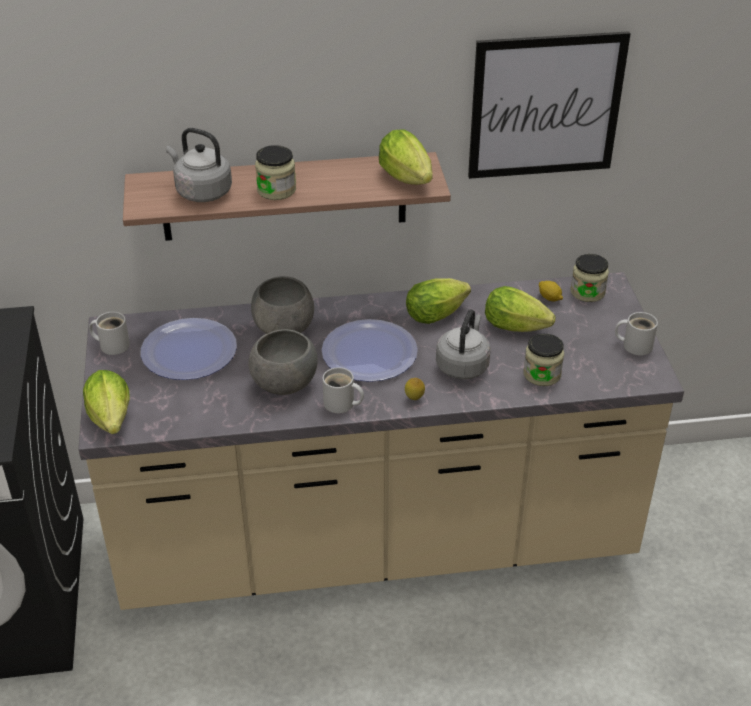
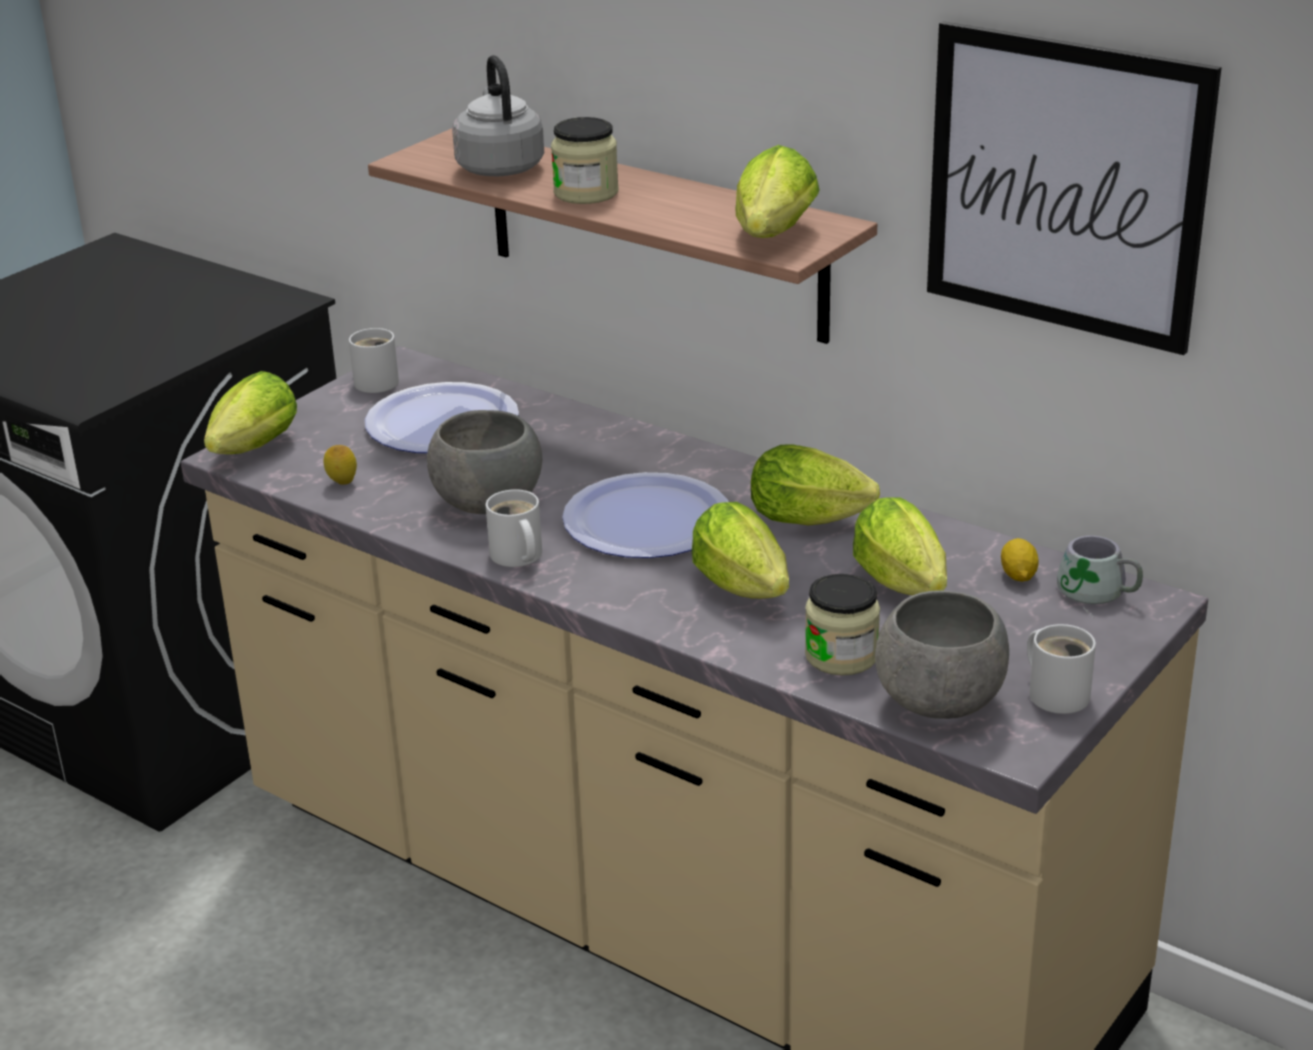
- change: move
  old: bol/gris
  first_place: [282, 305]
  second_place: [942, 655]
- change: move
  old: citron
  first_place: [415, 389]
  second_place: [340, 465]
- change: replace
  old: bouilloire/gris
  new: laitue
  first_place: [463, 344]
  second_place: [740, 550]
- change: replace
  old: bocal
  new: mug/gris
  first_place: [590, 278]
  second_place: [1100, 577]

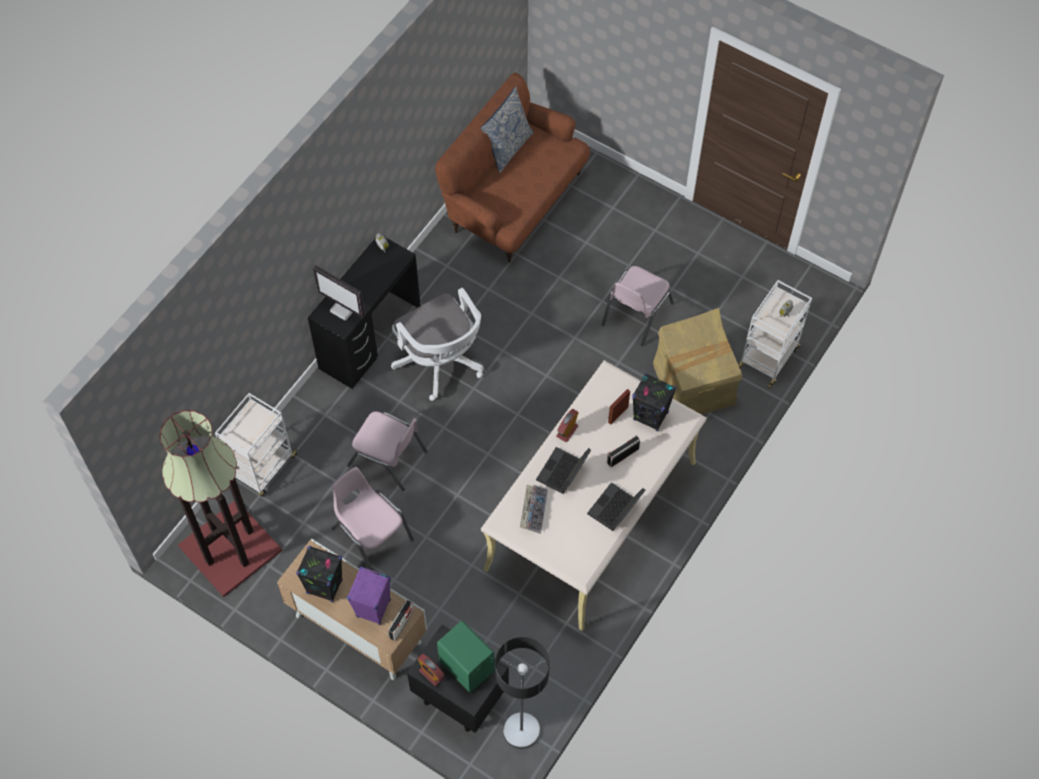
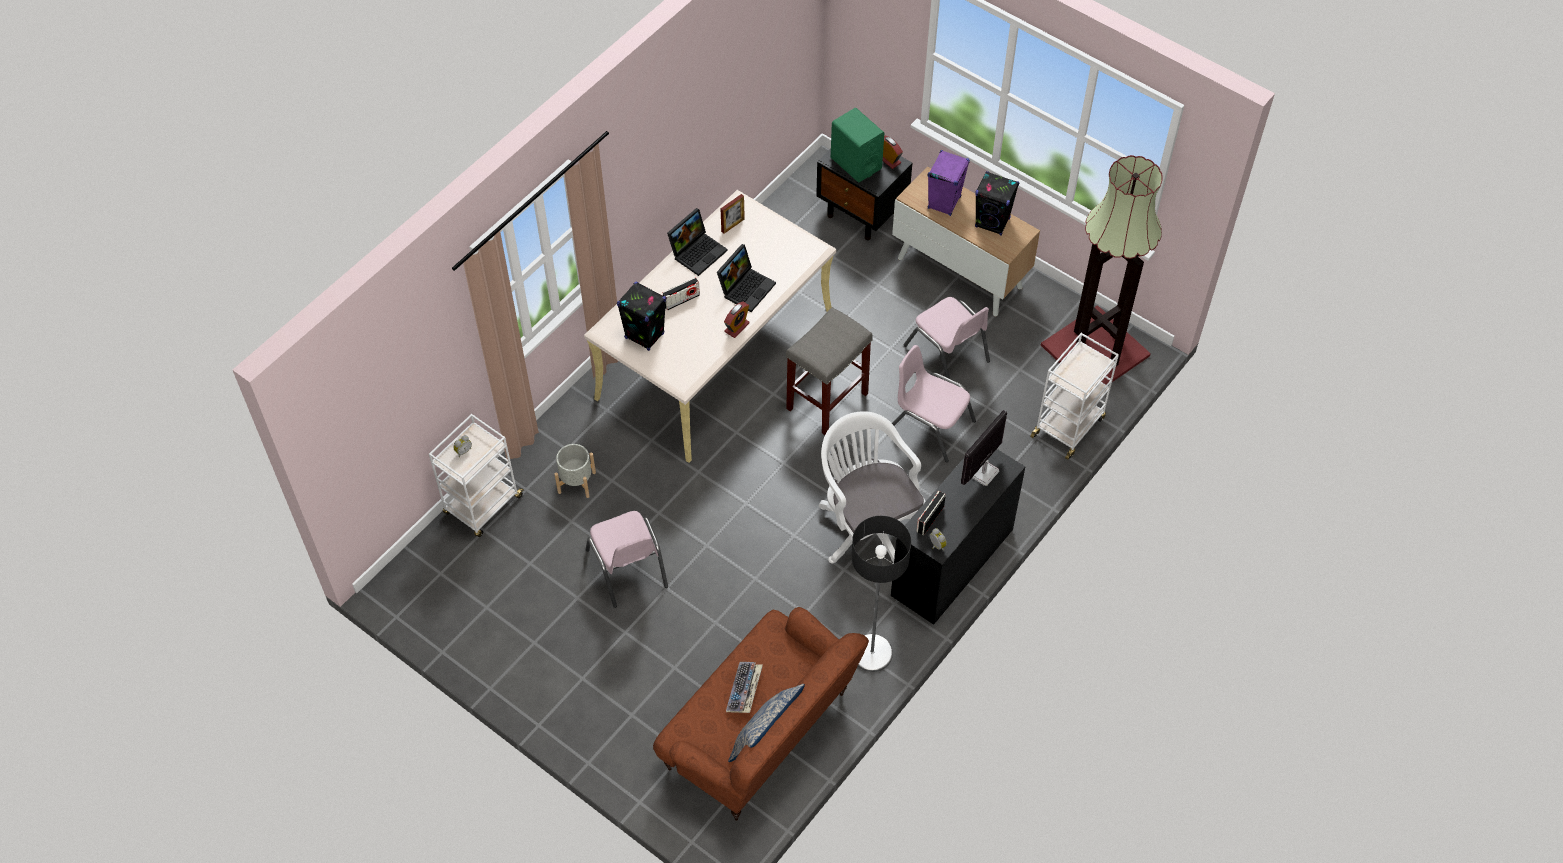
- change: rotate
  old: écran d'ordinateur
  first_place: [339, 293]
  second_place: [984, 448]
  degrees: -90
- change: move
  old: radio
  first_place: [401, 620]
  second_place: [931, 513]
- change: move
  old: lampadaire
  first_place: [522, 693]
  second_place: [881, 594]
- change: move
  old: clavier
  first_place: [534, 509]
  second_place: [744, 687]
- change: rotate
  old: chaise/rose
  first_place: [638, 306]
  second_place: [627, 559]
  degrees: 120
- change: move
  old: cadre photo
  first_place: [619, 407]
  second_place: [732, 214]
- change: replace
  old: carton
  new: cache-pot/gris
  first_place: [697, 361]
  second_place: [575, 471]
- change: insert
  new: tabouret/gris
  second_place: [829, 371]

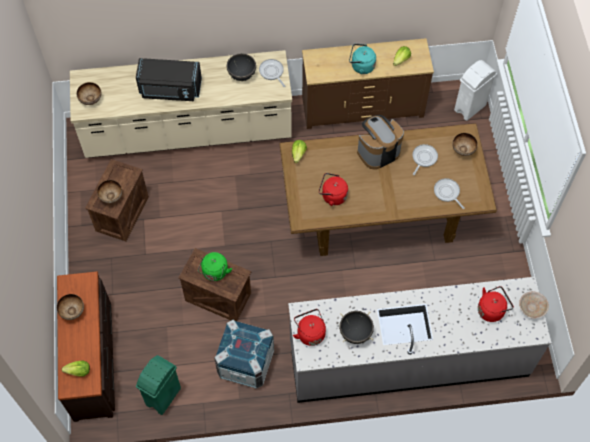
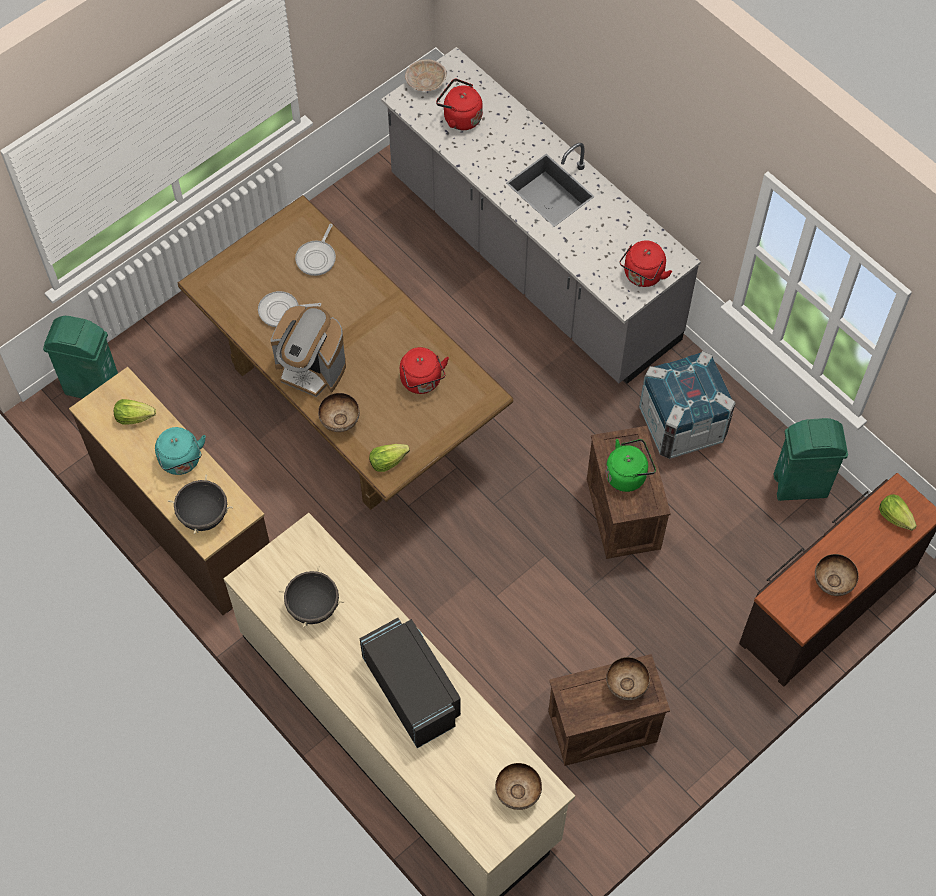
- change: delete
  old: poêle
  first_place: [272, 73]
- change: move
  old: marmite/noir
  first_place: [356, 327]
  second_place: [200, 504]
- change: move
  old: bol
  first_place: [465, 144]
  second_place: [339, 412]
- change: recolor
  old: poubelle/blanc
  new: poubelle/vert
  first_place: [475, 90]
  second_place: [80, 357]

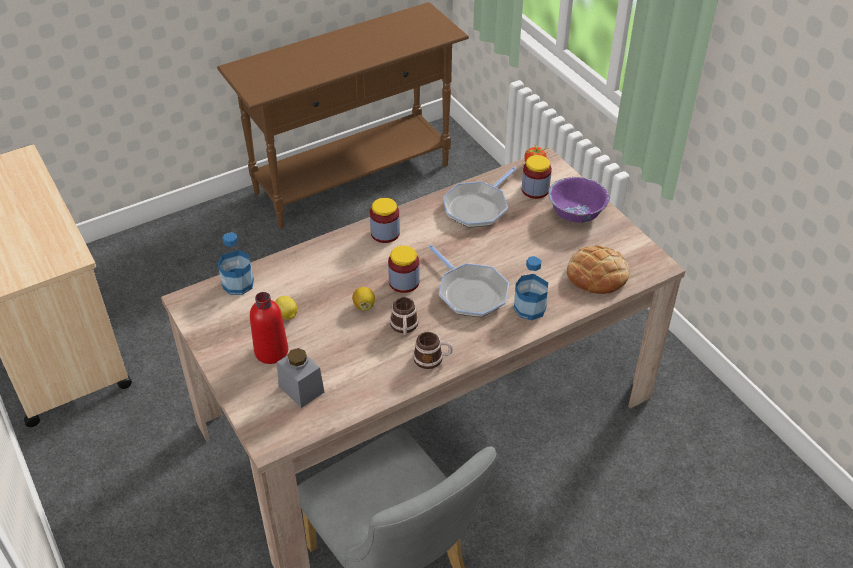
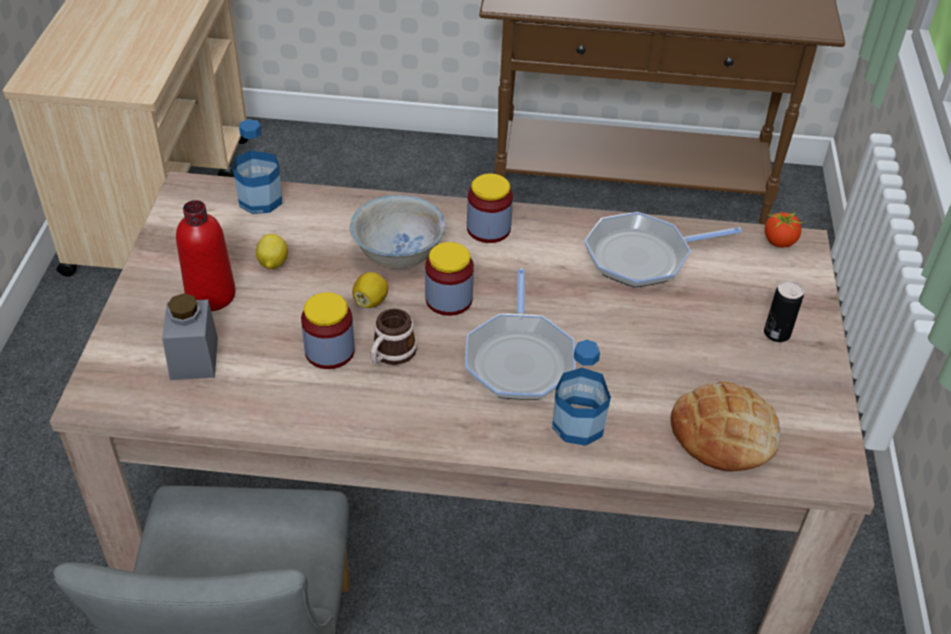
- change: delete
  old: mug
  first_place: [433, 350]
- change: move
  old: bocal
  first_place: [537, 177]
  second_place: [328, 330]
- change: replace
  old: bol/violet
  new: boîte métallique
  first_place: [578, 200]
  second_place: [784, 311]
- change: insert
  new: bol/blanc
  second_place: [398, 231]

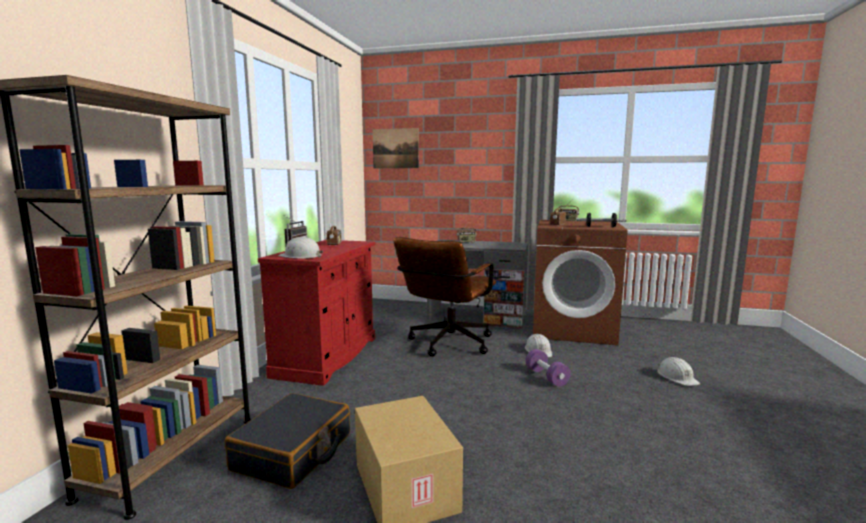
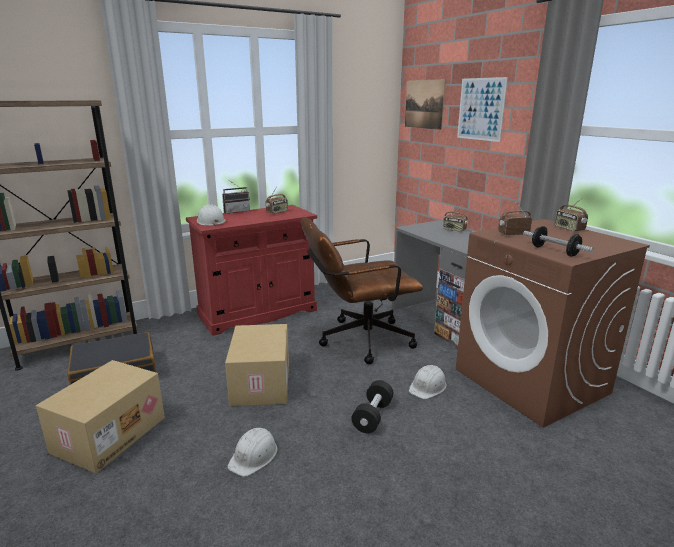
- change: recolor
  old: haltère/violet
  new: haltère/noir
  first_place: [548, 368]
  second_place: [372, 406]
- change: move
  old: casque de chantier/blanc
  first_place: [678, 371]
  second_place: [252, 452]
- change: insert
  new: carton
  second_place: [257, 365]
- change: insert
  new: tableau
  second_place: [482, 109]

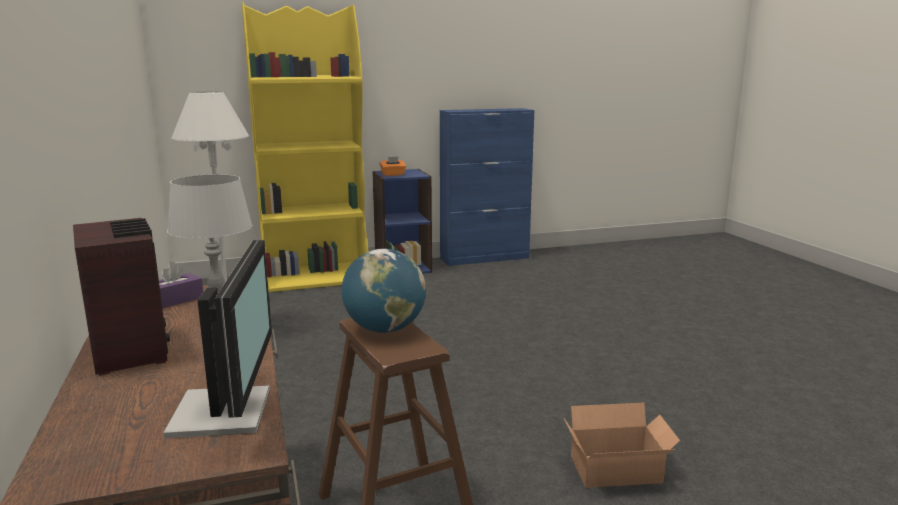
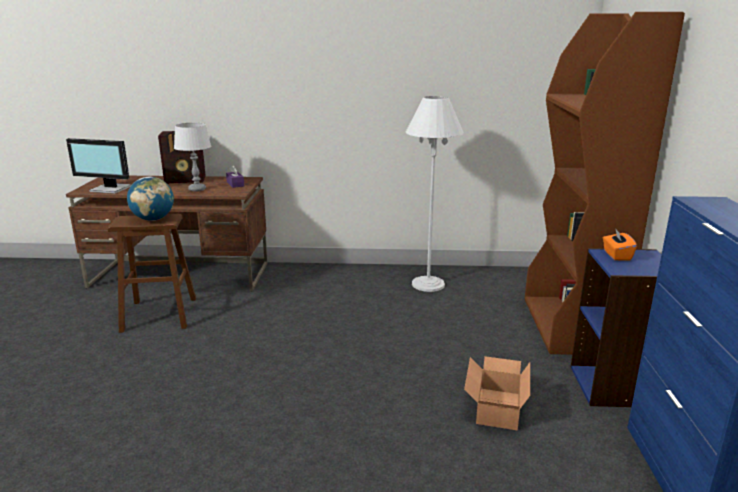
- change: recolor
  old: bibliothèque/jaune
  new: bibliothèque/marron
  first_place: [305, 147]
  second_place: [604, 183]
- change: move
  old: carton
  first_place: [622, 445]
  second_place: [497, 393]

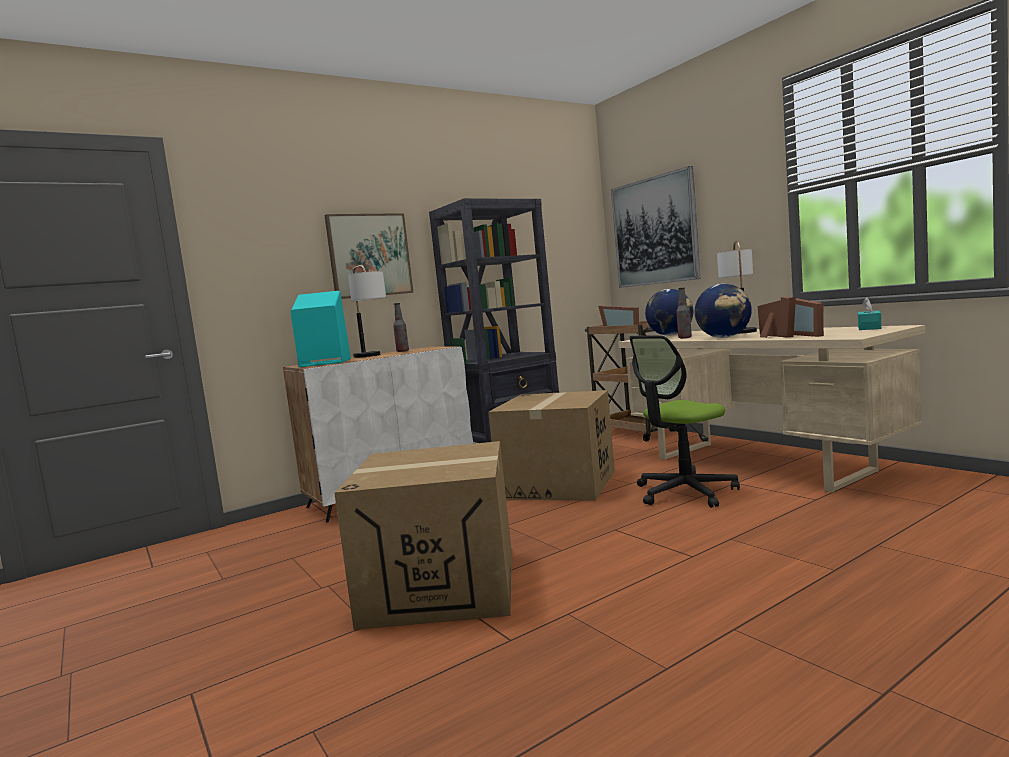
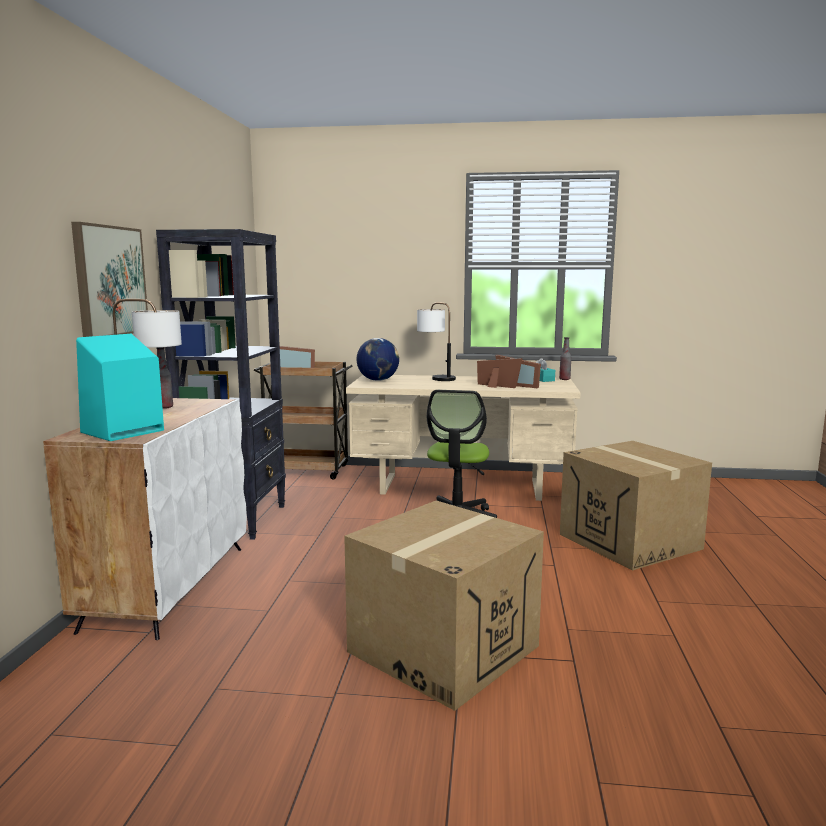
- change: move
  old: carton
  first_place: [551, 445]
  second_place: [636, 506]
- change: delete
  old: tableau
  first_place: [655, 227]
- change: move
  old: bouteille
  first_place: [684, 313]
  second_place: [565, 358]
- change: delete
  old: globe
  first_place: [723, 311]

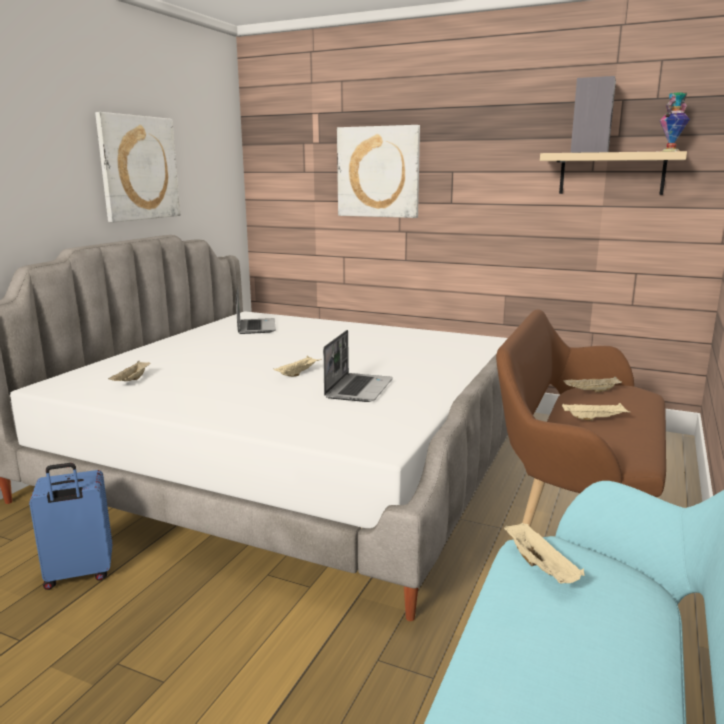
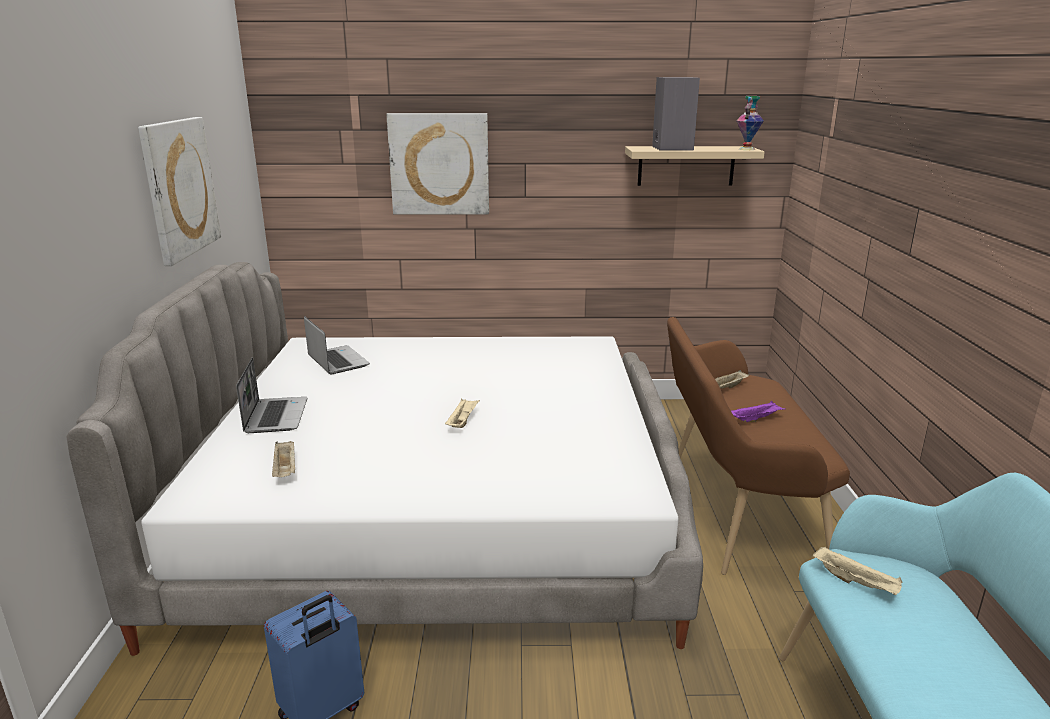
- change: move
  old: ordinateur portable
  first_place: [358, 366]
  second_place: [272, 395]
- change: recolor
  old: plateau/beige
  new: plateau/violet
  first_place: [596, 412]
  second_place: [758, 411]

